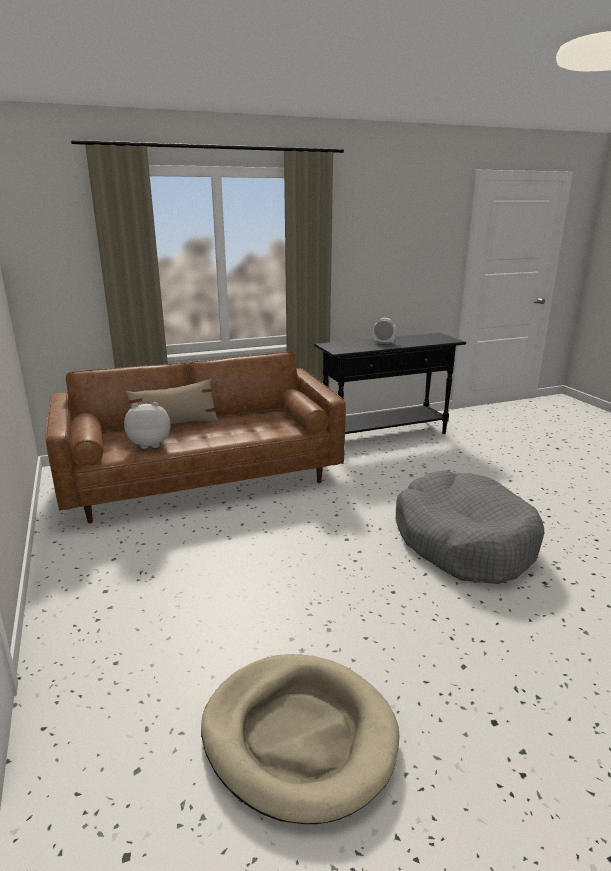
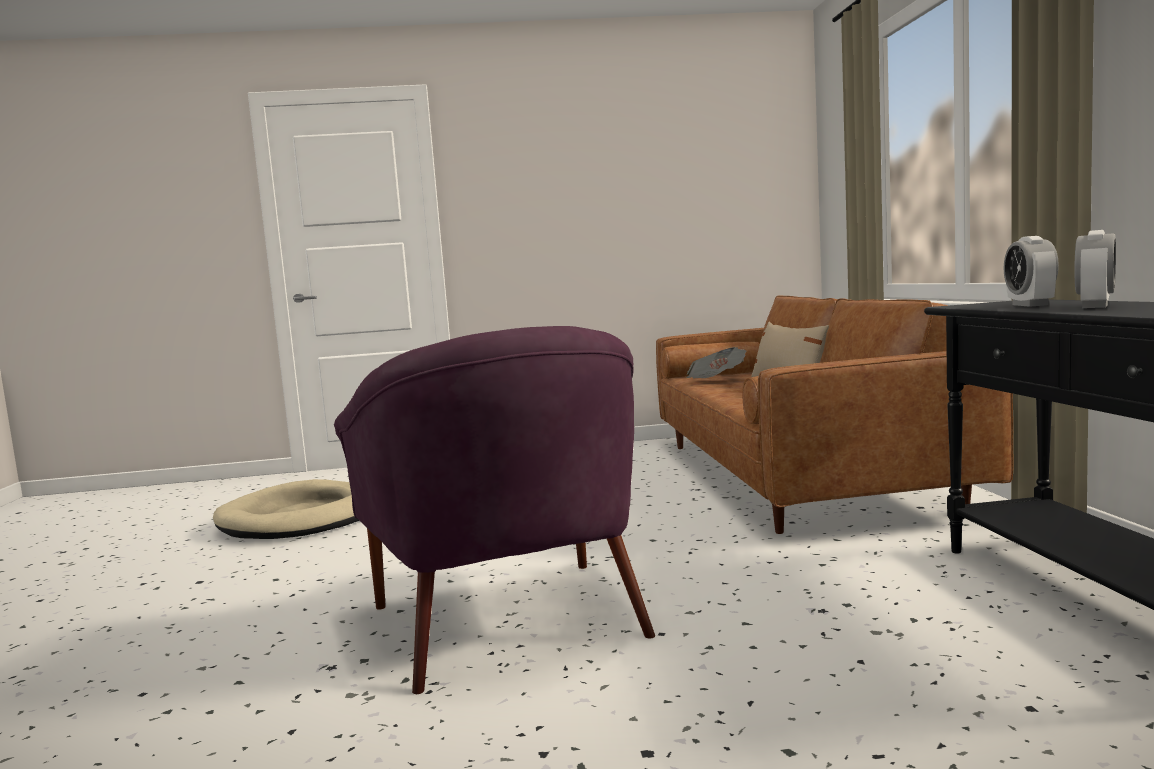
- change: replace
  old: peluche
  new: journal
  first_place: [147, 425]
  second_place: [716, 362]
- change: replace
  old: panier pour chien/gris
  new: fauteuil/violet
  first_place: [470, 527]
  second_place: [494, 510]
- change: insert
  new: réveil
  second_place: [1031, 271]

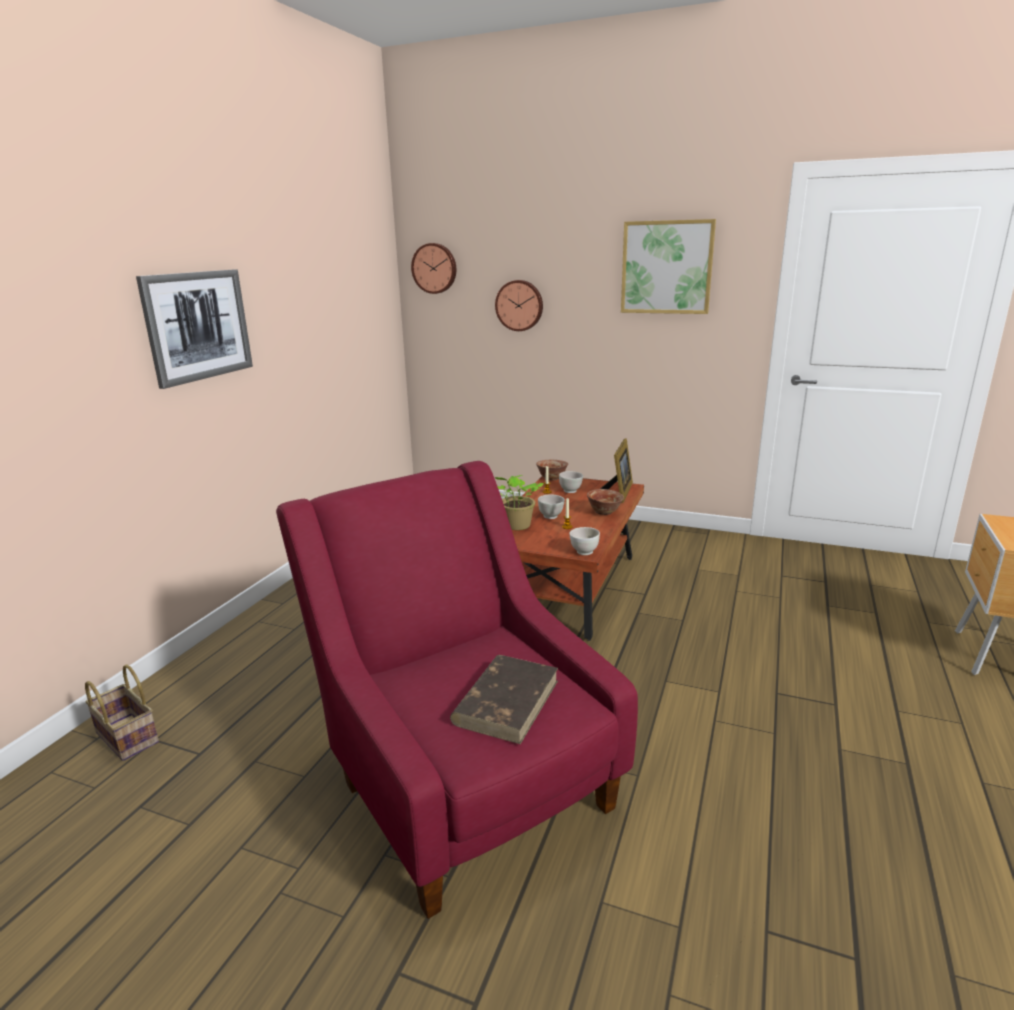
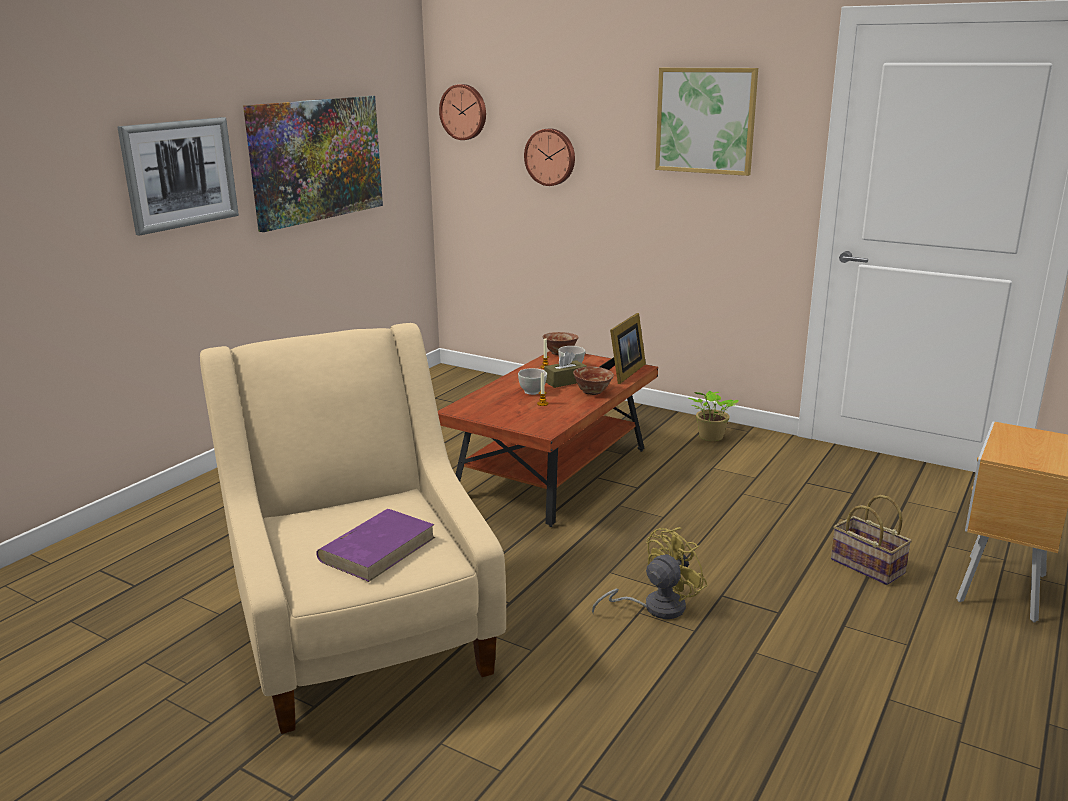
- change: move
  old: panier
  first_place: [122, 712]
  second_place: [871, 540]
- change: recolor
  old: fauteuil/rouge
  new: fauteuil/beige
  first_place: [457, 690]
  second_place: [353, 528]
- change: recolor
  old: livre/marron
  new: livre/violet
  first_place: [504, 699]
  second_place: [375, 545]
- change: move
  old: plante en pot
  first_place: [519, 502]
  second_place: [713, 416]
- change: delete
  old: bol/blanc
  first_place: [584, 541]
- change: insert
  new: tableau
  second_place: [313, 164]
- change: insert
  new: boîte à mouchoirs/marron
  second_place: [565, 369]
- change: insert
  new: ventilateur/jaune
  second_place: [650, 573]

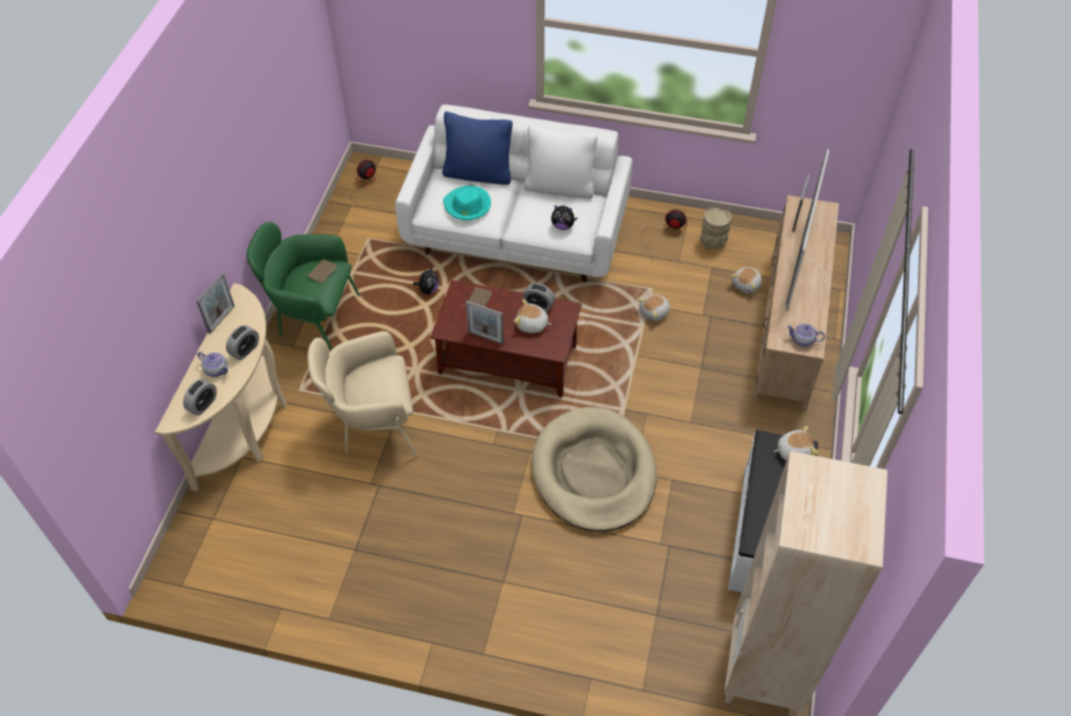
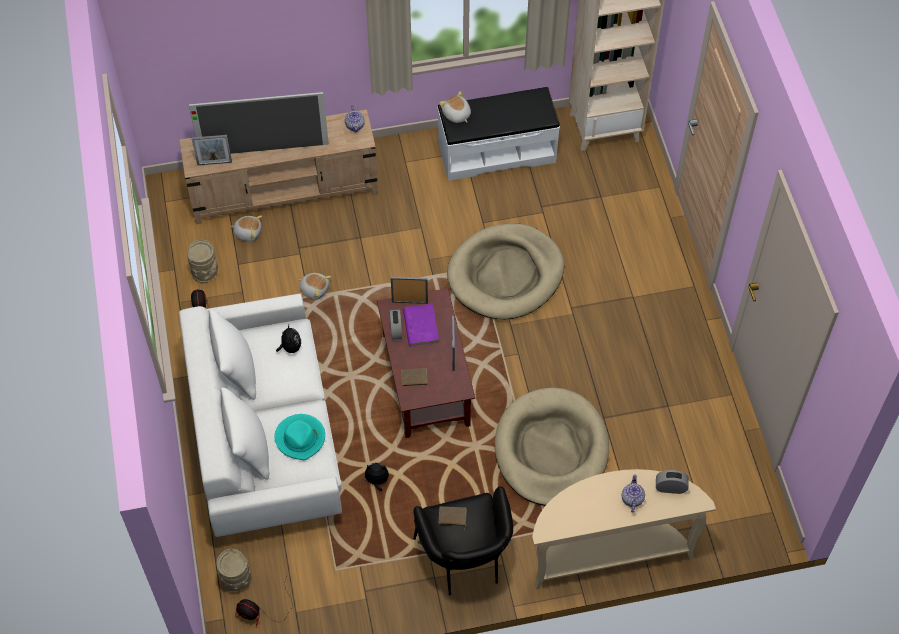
- change: move
  old: cadre photo
  first_place: [216, 303]
  second_place: [409, 290]
- change: delete
  old: réveil
  first_place: [242, 342]
- change: recolor
  old: fauteuil/vert
  new: fauteuil/noir
  first_place: [303, 286]
  second_place: [463, 540]
- change: replace
  old: fauteuil/beige
  new: panier pour chien/beige
  first_place: [363, 394]
  second_place: [552, 447]
- change: recolor
  old: coussin/bleu
  new: coussin/blanc
  first_place: [477, 148]
  second_place: [245, 433]
- change: replace
  old: peluche
  new: livre/violet
  first_place: [533, 316]
  second_place: [421, 325]
- change: insert
  new: vase/beige
  second_place: [234, 570]

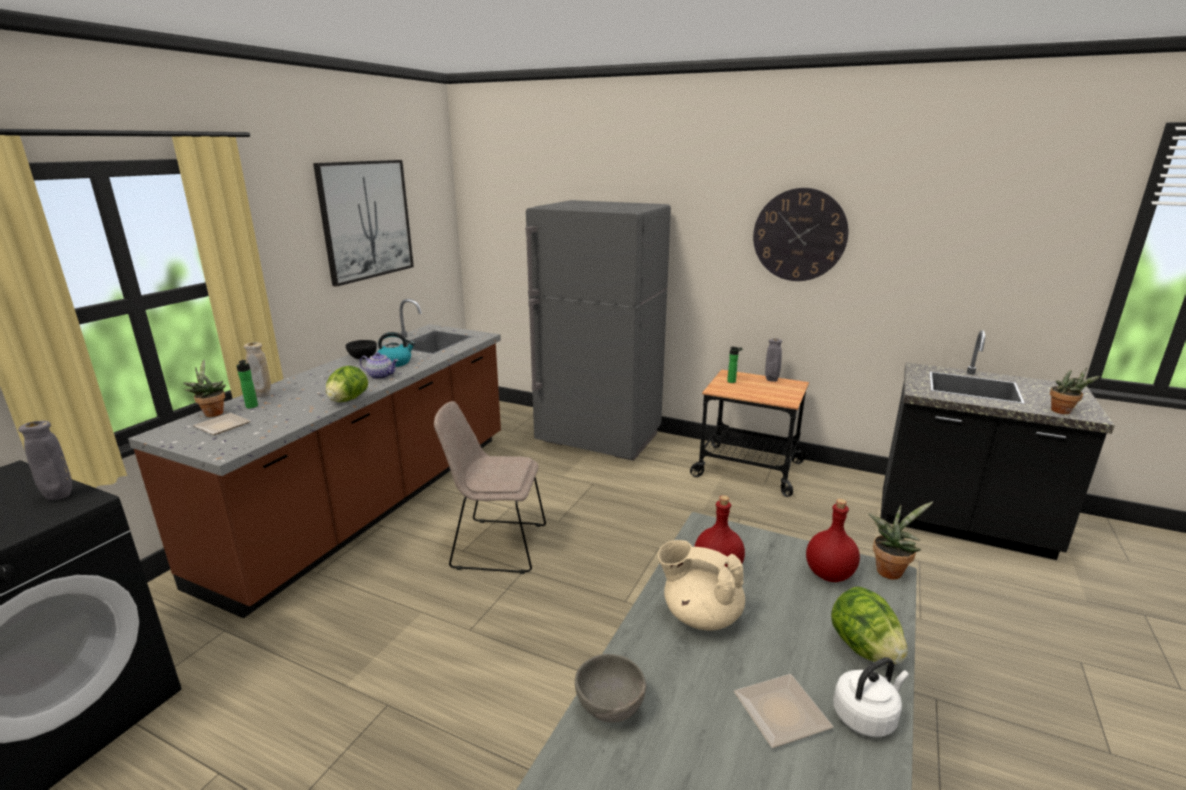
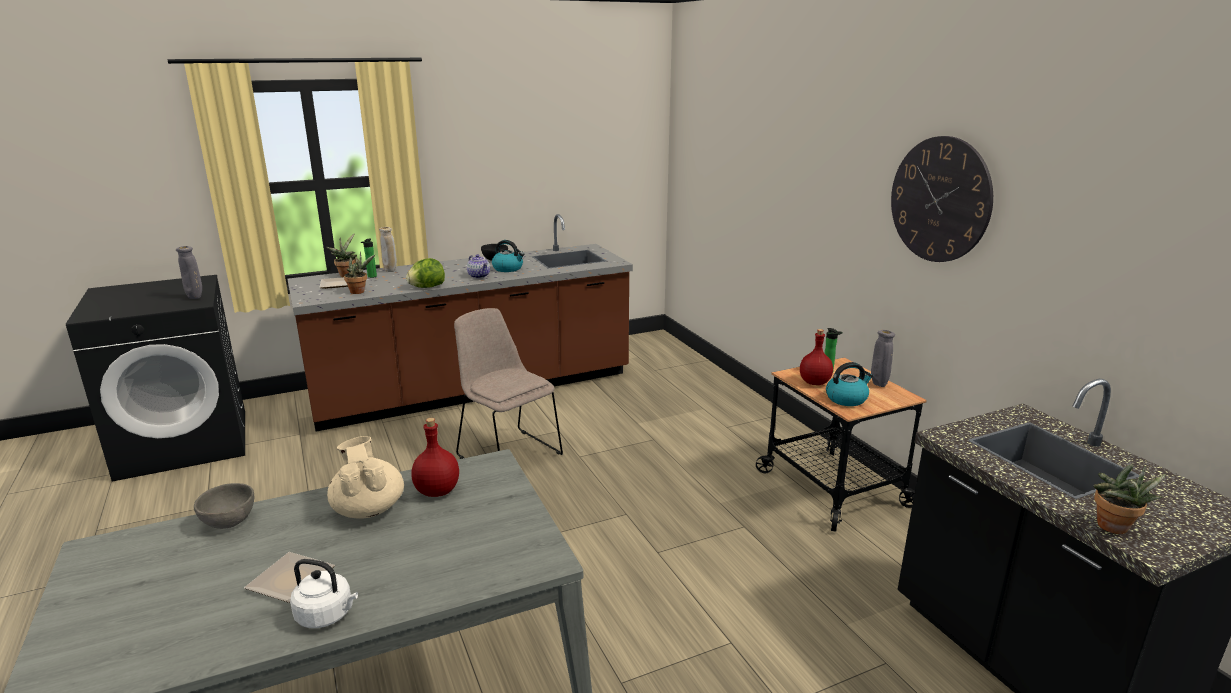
- change: delete
  old: tableau
  first_place: [363, 223]
- change: delete
  old: réfrigérateur/gris
  first_place: [598, 330]
- change: move
  old: bouteille/rouge
  first_place: [833, 540]
  second_place: [816, 357]
- change: delete
  old: laitue
  first_place: [869, 625]
- change: move
  old: plante en pot
  first_place: [900, 540]
  second_place: [359, 273]
- change: insert
  new: bouilloire
  second_place: [849, 384]

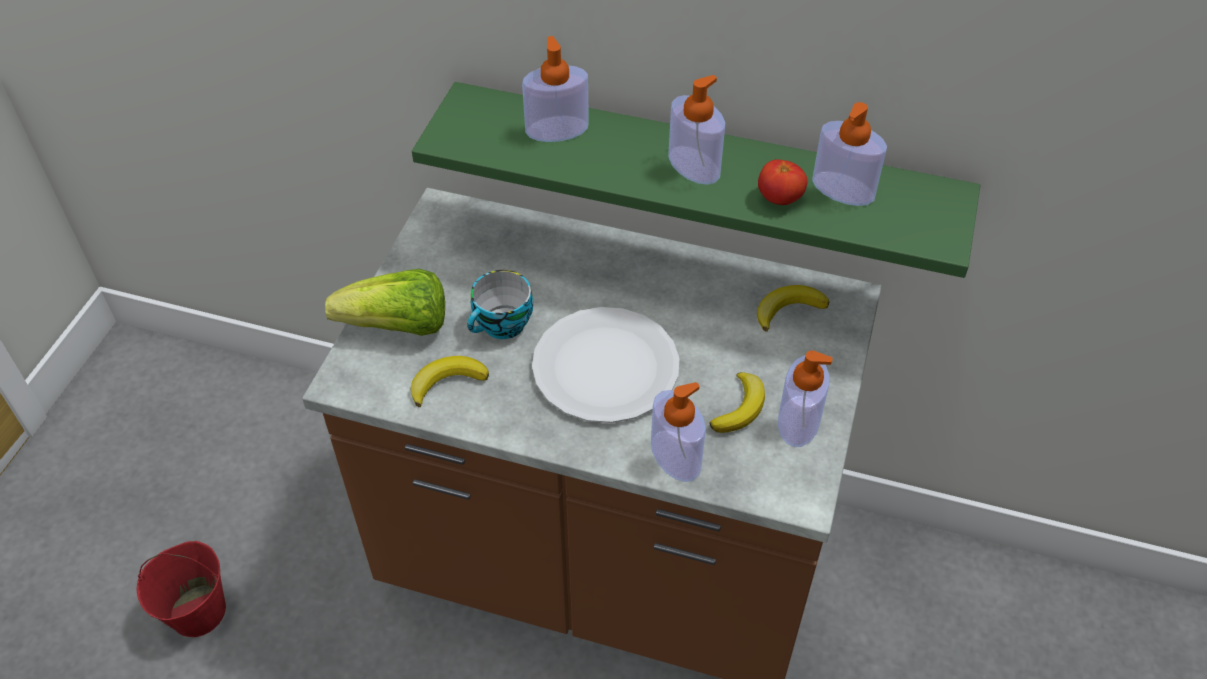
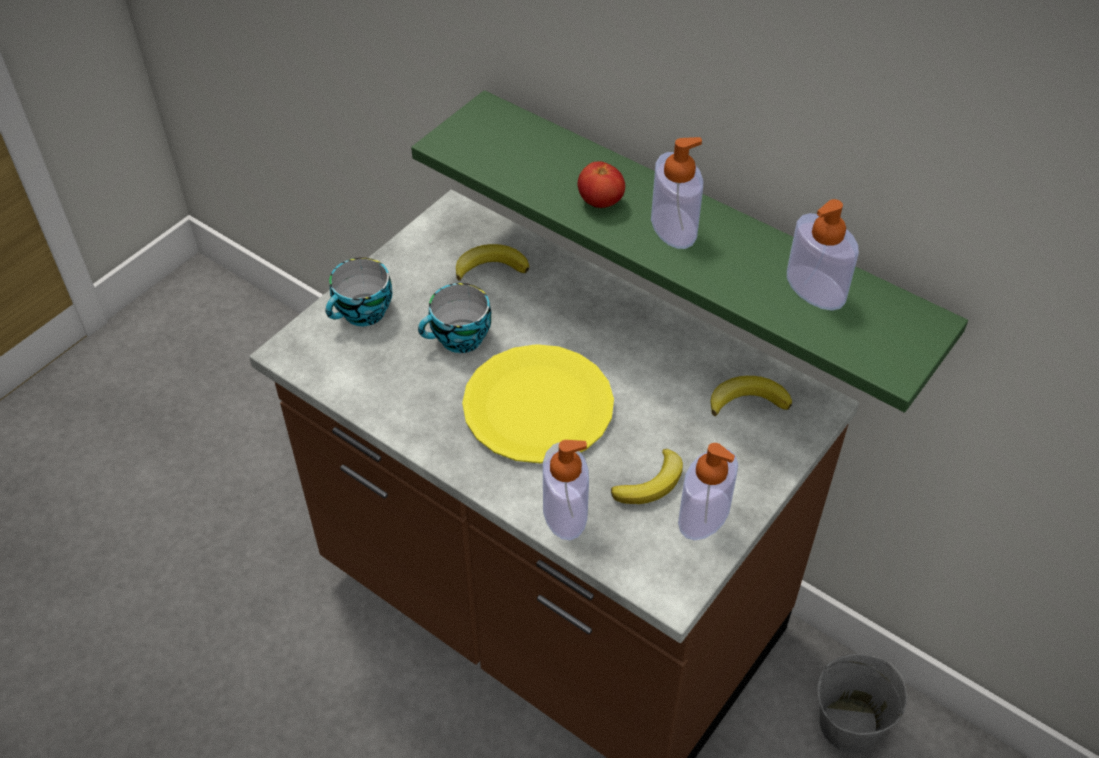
- change: delete
  old: seau/rouge
  first_place: [181, 589]
- change: replace
  old: laitue
  new: tasse
  first_place: [385, 302]
  second_place: [358, 292]
- change: move
  old: banane
  first_place: [450, 381]
  second_place: [492, 262]
- change: delete
  old: distributeur de savon
  first_place: [555, 89]
- change: recolor
  old: assiette/blanc
  new: assiette/jaune
  first_place: [605, 365]
  second_place: [538, 404]
- change: move
  old: tomate
  first_place: [782, 182]
  second_place: [601, 184]
- change: insert
  new: seau/gris
  second_place: [862, 703]

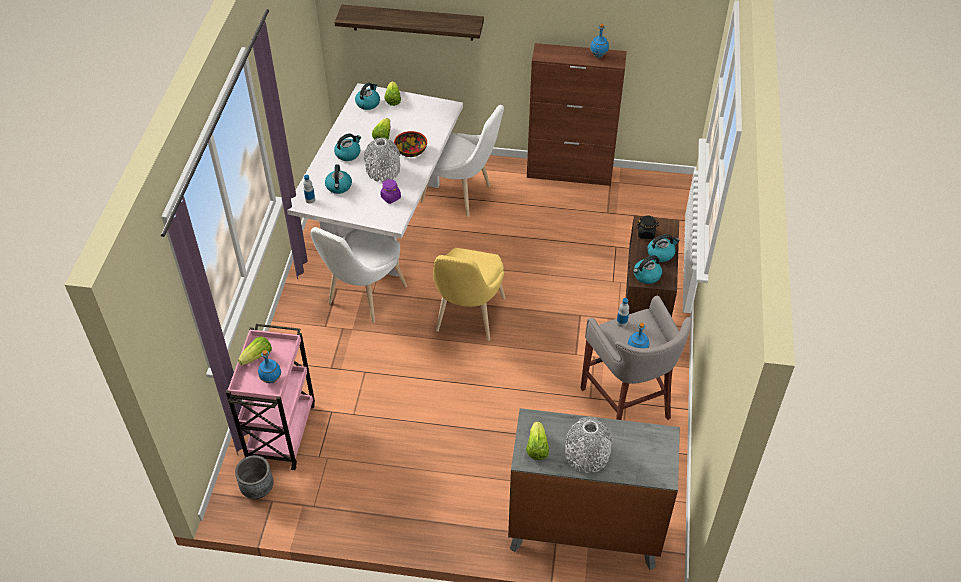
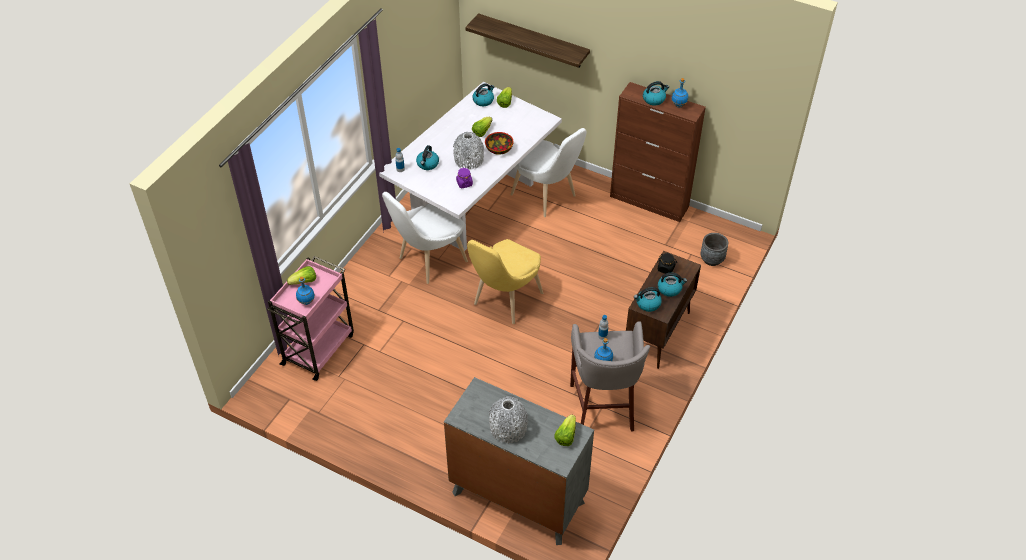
- change: move
  old: cache-pot/gris
  first_place: [254, 477]
  second_place: [714, 249]
- change: move
  old: bouilloire
  first_place: [347, 147]
  second_place: [656, 93]
- change: move
  old: laitue
  first_place: [537, 440]
  second_place: [565, 430]

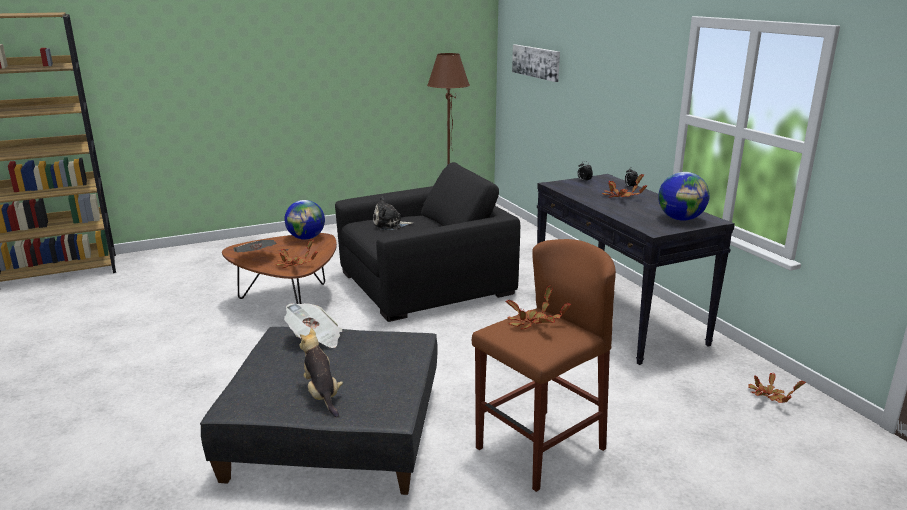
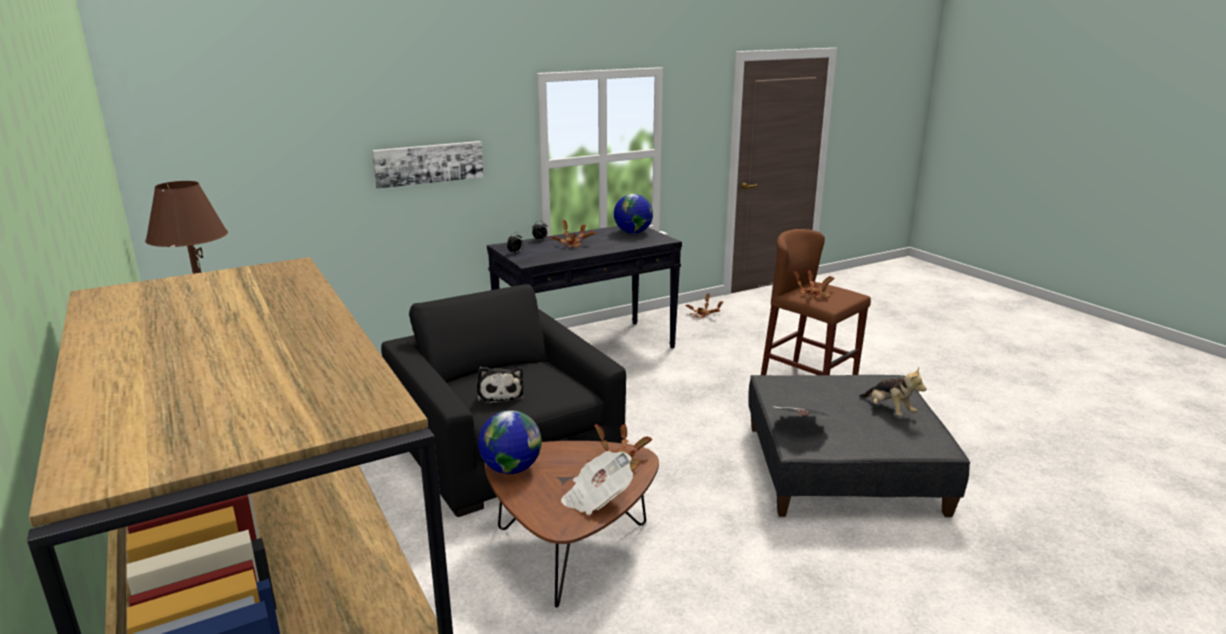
- change: rotate
  old: peluche
  first_place: [321, 372]
  second_place: [893, 392]
  degrees: -90
- change: move
  old: tableau
  first_place: [536, 63]
  second_place: [427, 165]

